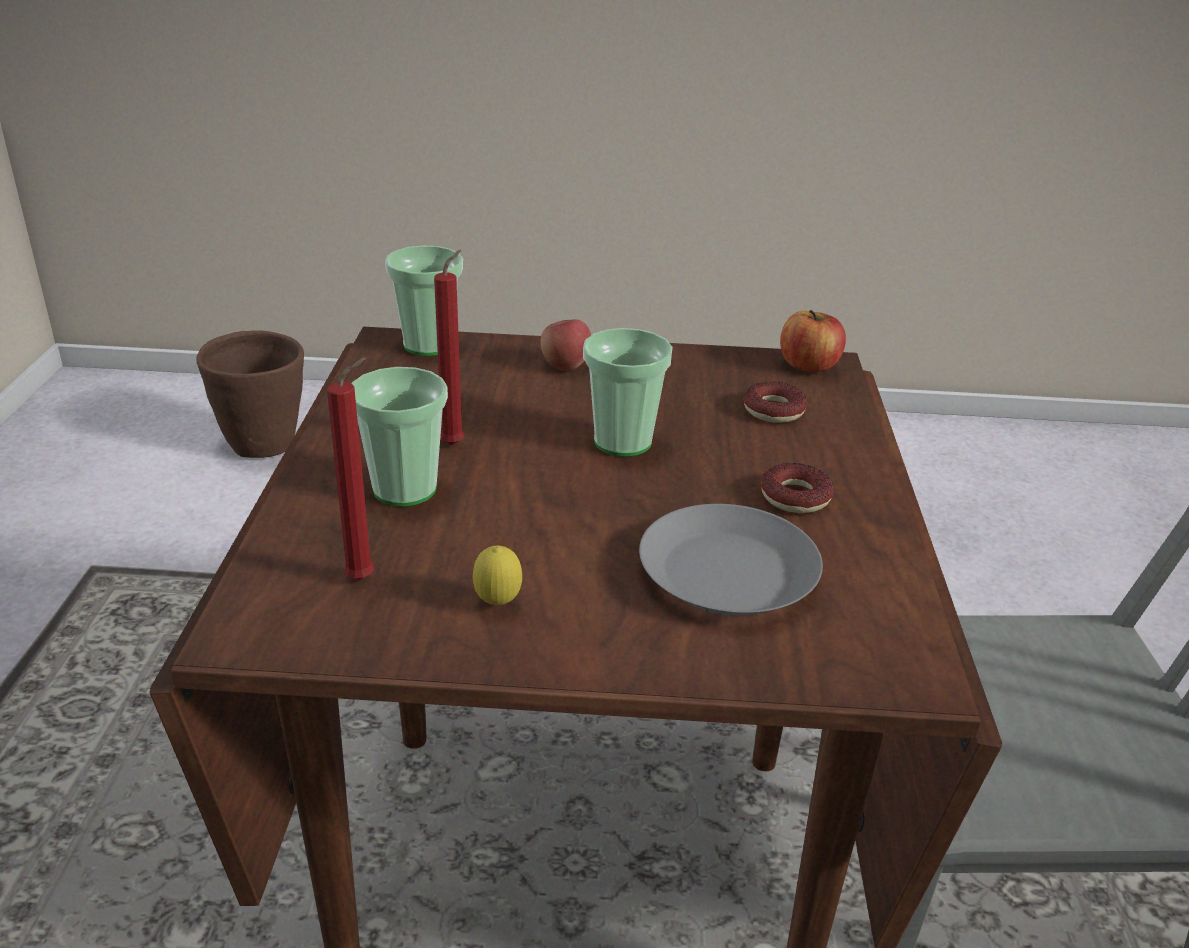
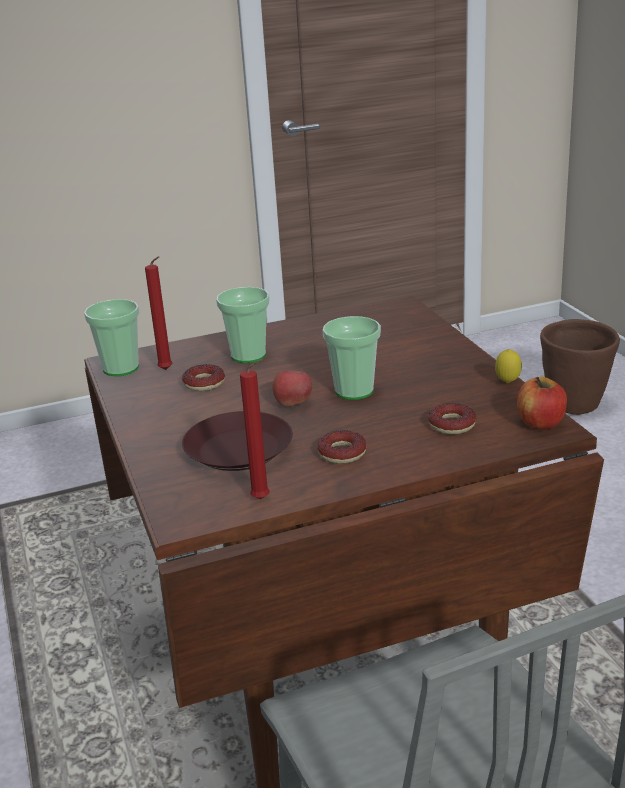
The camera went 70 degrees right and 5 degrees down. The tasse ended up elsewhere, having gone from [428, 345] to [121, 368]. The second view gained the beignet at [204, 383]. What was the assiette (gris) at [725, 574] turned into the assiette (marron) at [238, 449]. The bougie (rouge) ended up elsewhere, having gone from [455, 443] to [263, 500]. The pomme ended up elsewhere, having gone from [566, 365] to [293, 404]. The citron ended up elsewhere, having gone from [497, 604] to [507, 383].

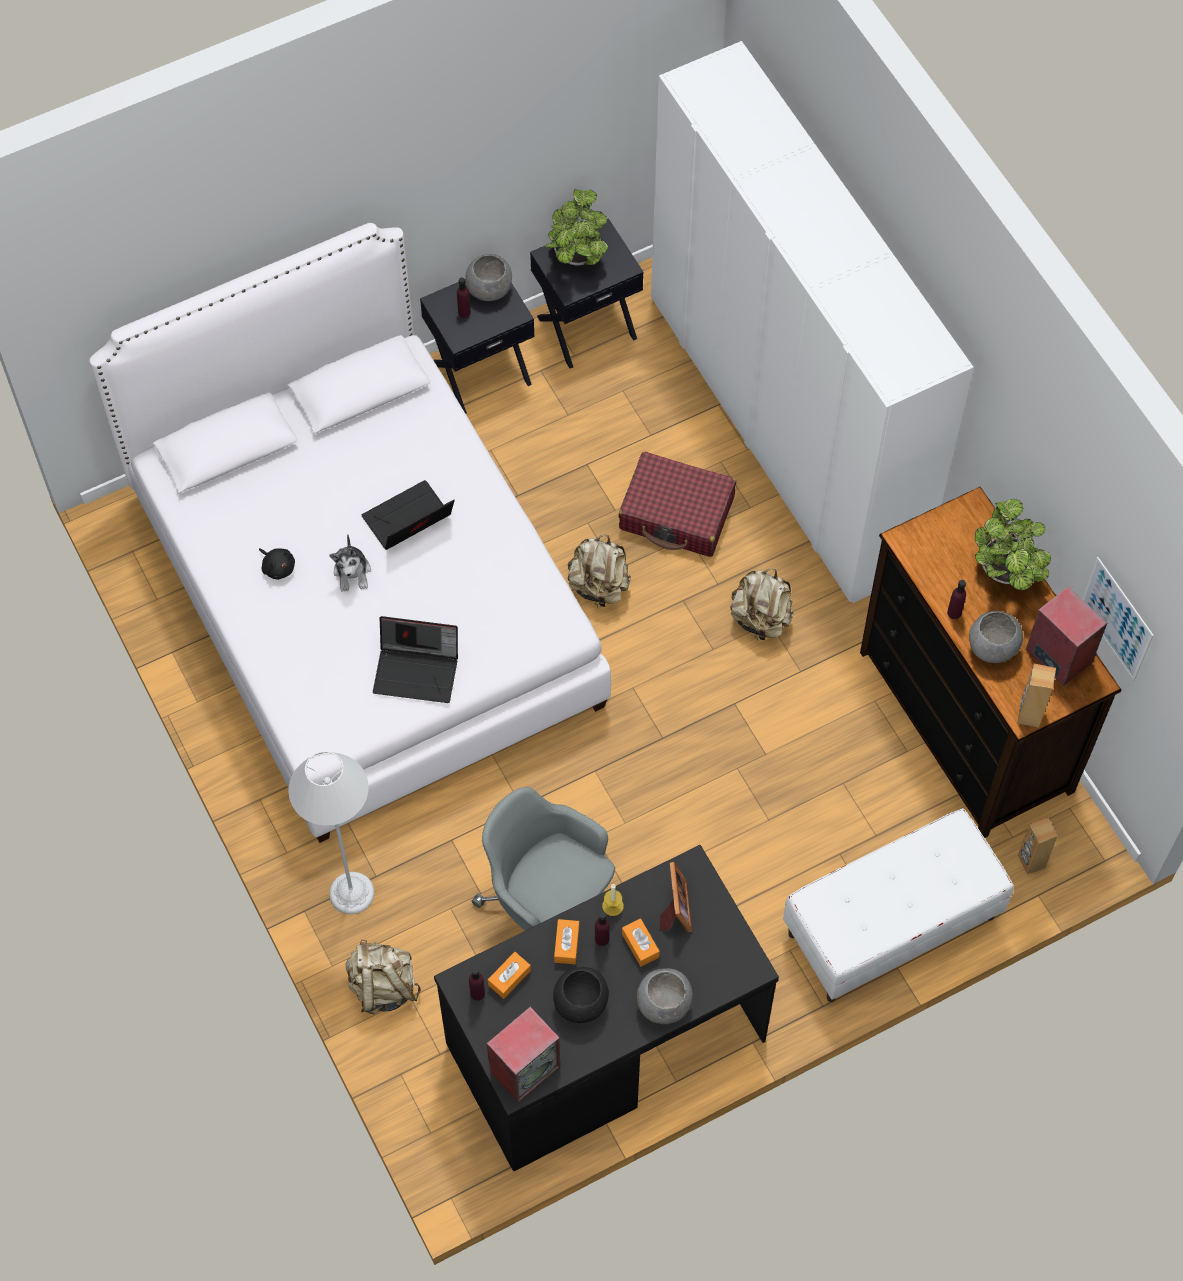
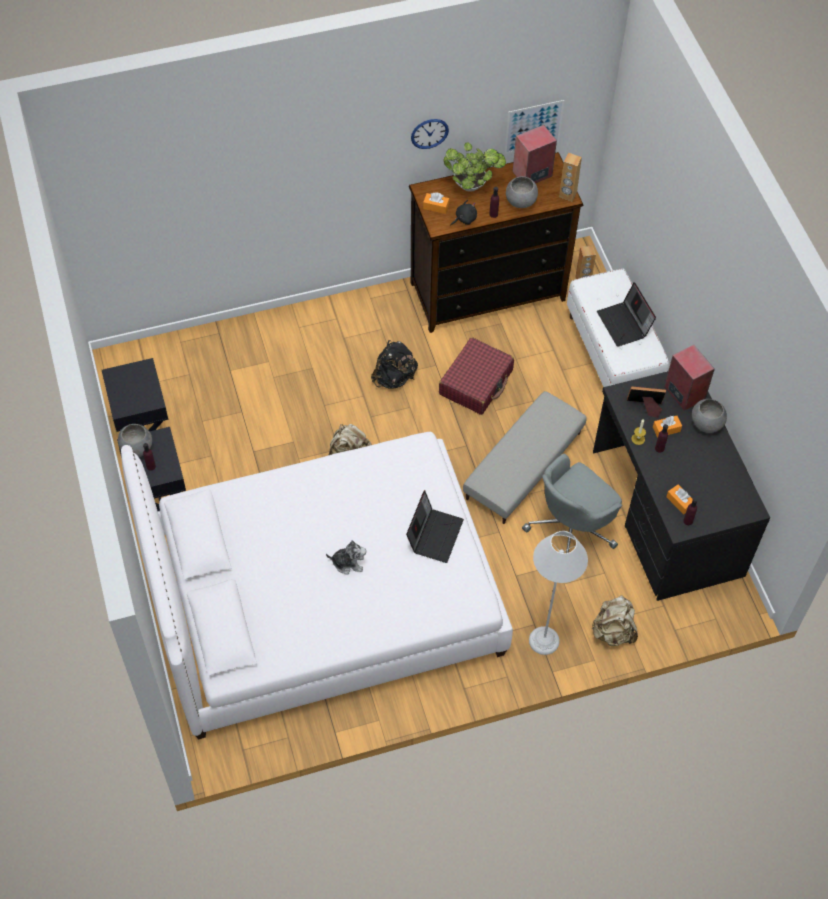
The camera went 80 degrees left and 5 degrees down. What was the sac à dos (beige) at [761, 618] turned into the sac à dos (noir) at [394, 378]. The second view gained the horloge murale at [429, 133]. The boîte à mouchoirs (orange) ended up elsewhere, having gone from [566, 944] to [436, 207]. The valise (rouge) ended up elsewhere, having gone from [677, 513] to [476, 382]. The peluche (noir) ended up elsewhere, having gone from [278, 567] to [464, 219]. The second view gained the pouf (gris) at [524, 466]. The ordinateur portable ended up elsewhere, having gone from [408, 522] to [624, 324]. The enceinte ended up elsewhere, having gone from [525, 1068] to [683, 393]. The second view lost the plante en pot at [577, 258]. The second view lost the bol (noir) at [581, 1003]. The second view lost the armoire (blanc) at [786, 431].

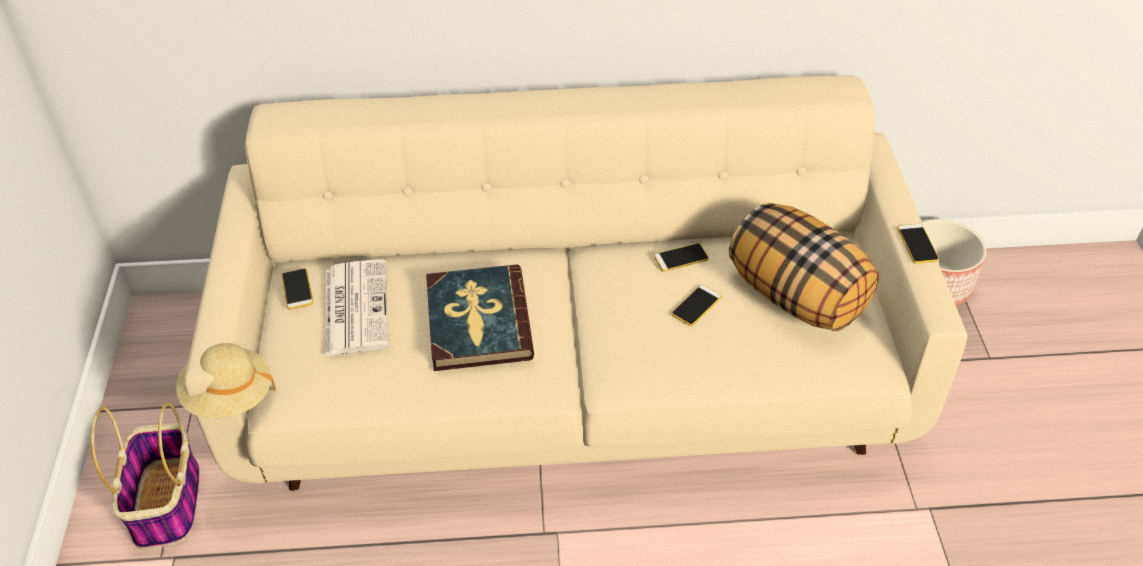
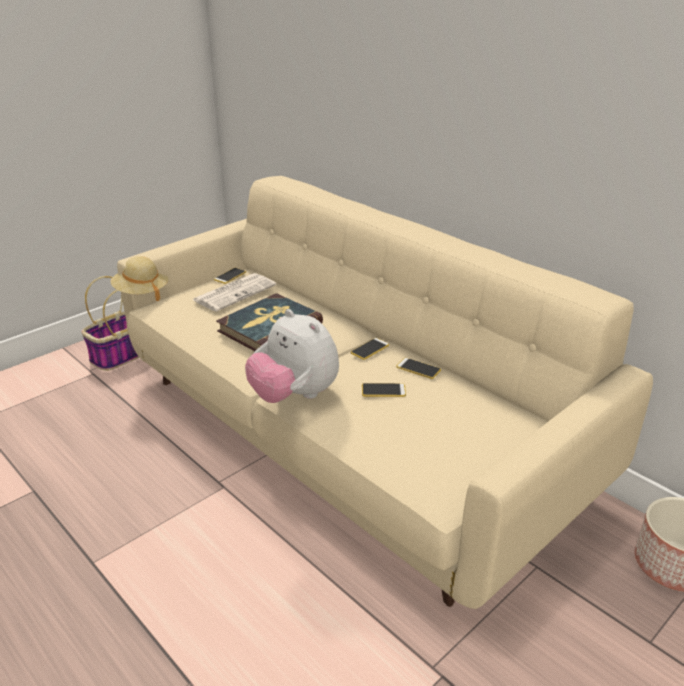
The camera went 50 degrees right and 15 degrees down. The second view gained the peluche at [294, 396]. The téléphone ended up elsewhere, having gone from [917, 244] to [370, 349]. The second view lost the coussin at [797, 296].

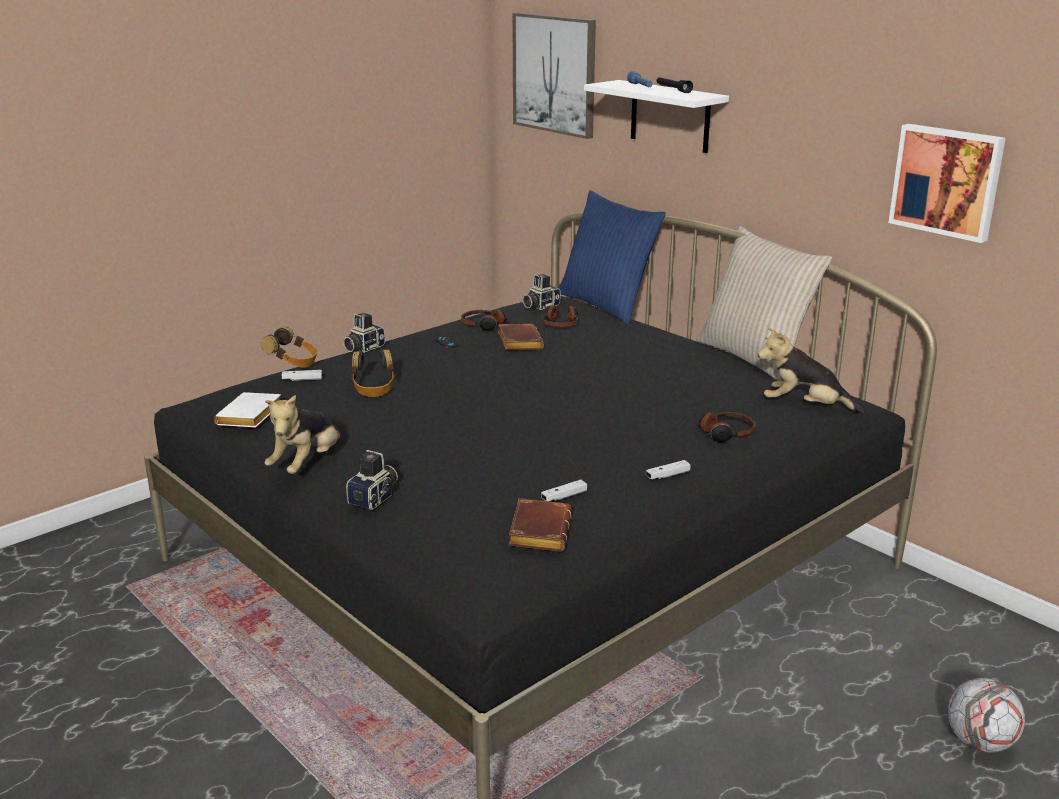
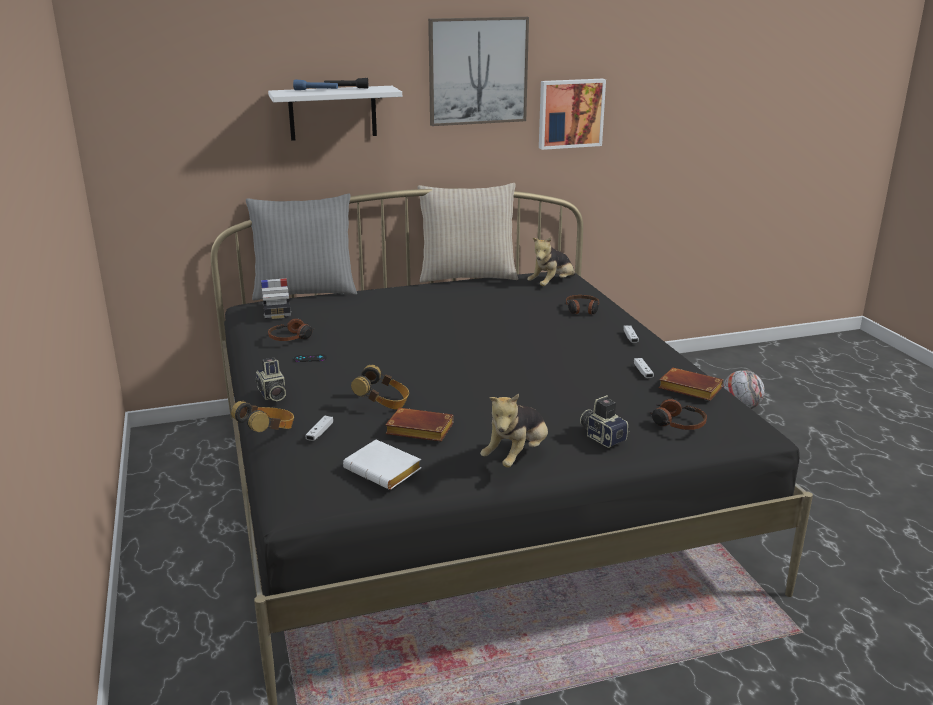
The camera went 65 degrees left and 0 degrees up. What was the coussin (bleu) at [606, 305] turned into the coussin (gris) at [305, 292]. Where the appareil photo stood at [540, 306], the petite voiture came to stand at [276, 310]. The livre (marron) ended up elsewhere, having gone from [518, 342] to [417, 431]. The tableau ended up elsewhere, having gone from [555, 74] to [477, 71]. The peluche at [307, 464] ended up facing another way, 75 degrees clockwise from before. The casque audio ended up elsewhere, having gone from [560, 324] to [677, 423].

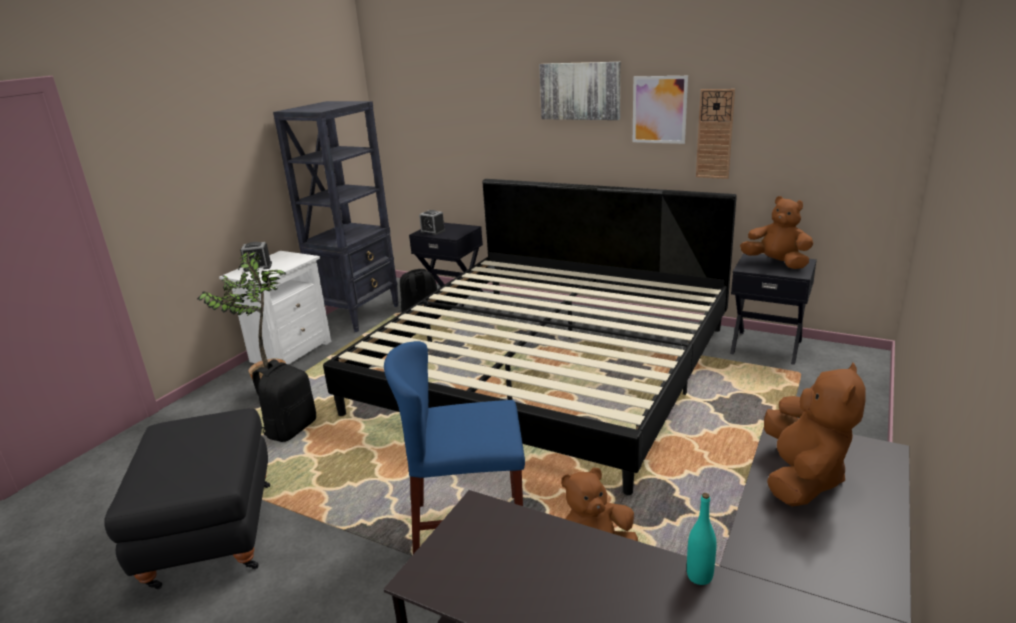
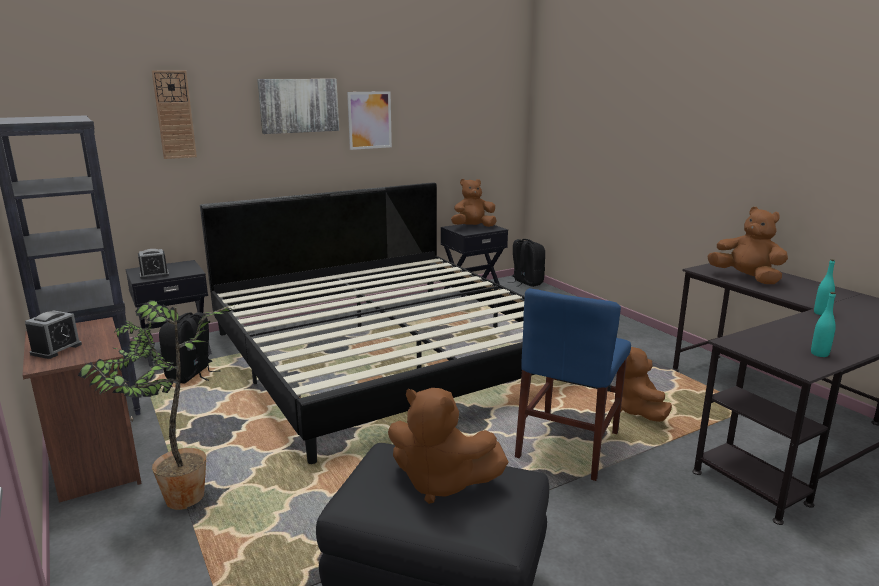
The camera went 60 degrees left and 5 degrees down. What was the table de chevet (blanc) at [289, 352] turned into the table de chevet (marron) at [96, 467]. The horloge murale ended up elsewhere, having gone from [715, 134] to [174, 115]. The second view gained the peluche (marron) at [441, 483]. The sac à dos (noir) ended up elsewhere, having gone from [290, 429] to [526, 283]. The second view gained the bouteille (turquoise) at [819, 354].

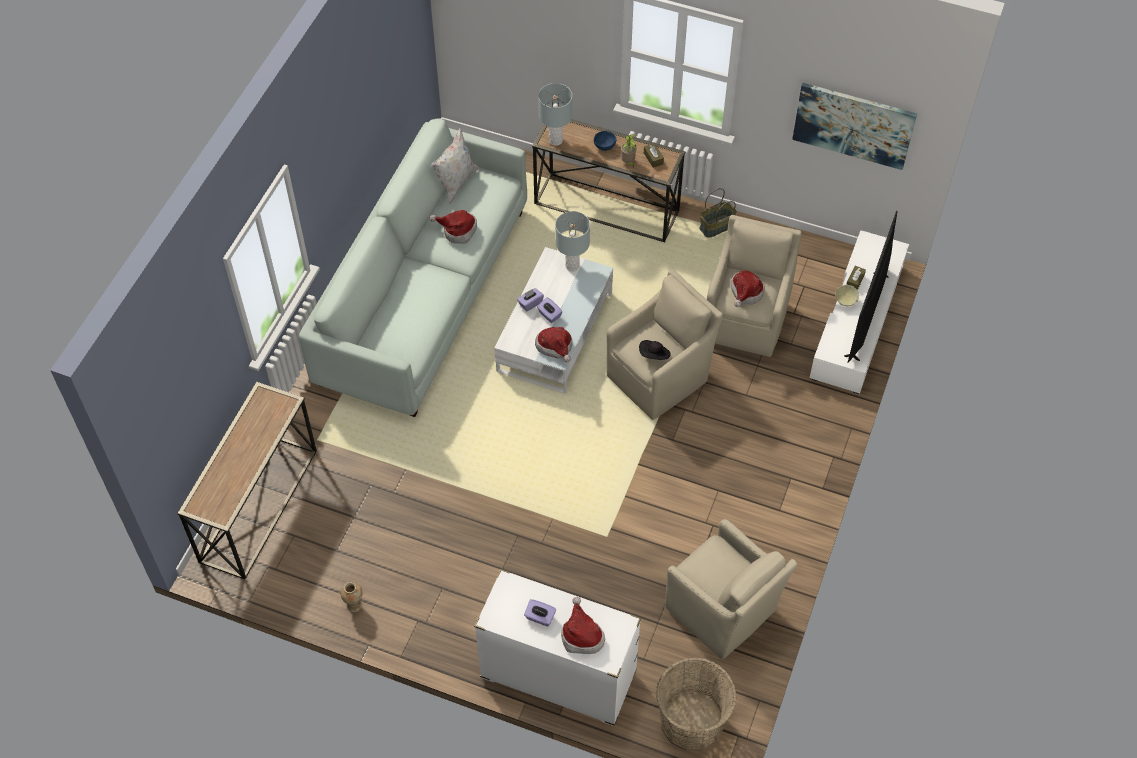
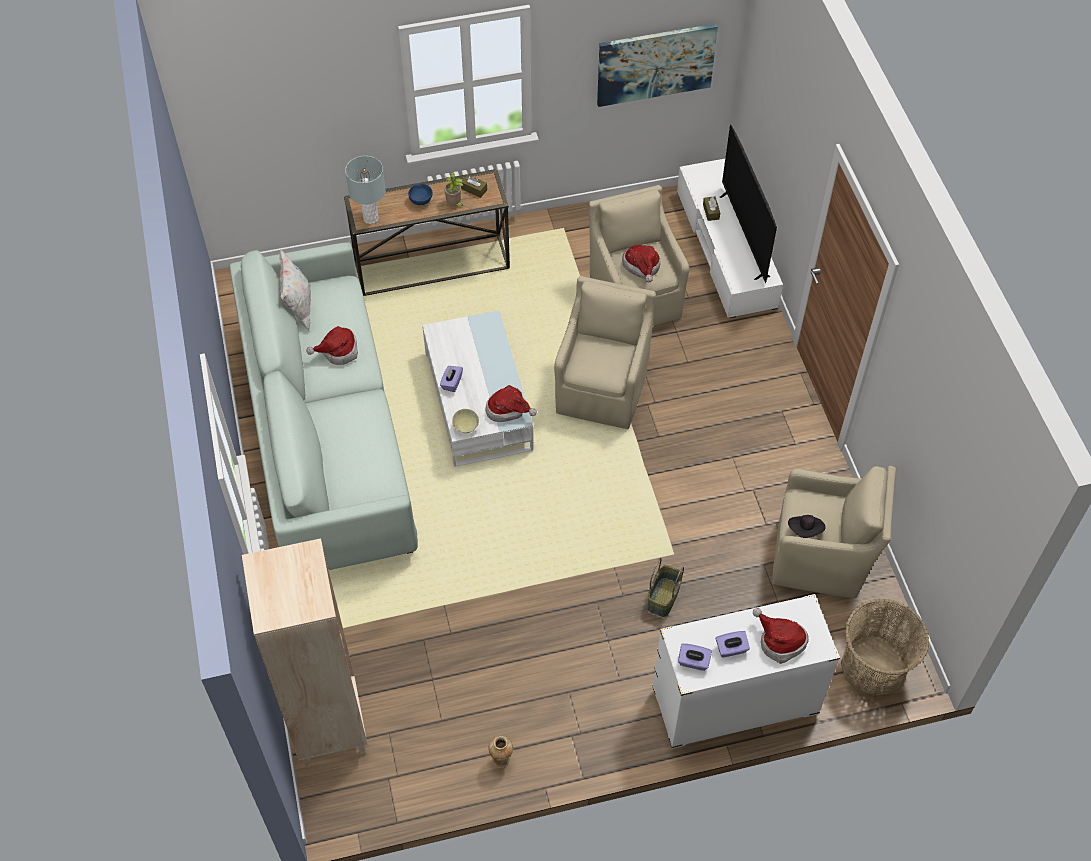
The camera went 35 degrees left and 0 degrees up. Where the table console stood at [258, 504], the bibliothèque (beige) came to stand at [328, 726]. The bol (beige) ended up elsewhere, having gone from [845, 301] to [465, 427]. The panier ended up elsewhere, having gone from [716, 227] to [664, 598]. The boîte à mouchoirs (violet) ended up elsewhere, having gone from [549, 315] to [693, 662]. The chapeau (noir) ended up elsewhere, having gone from [654, 355] to [805, 530]. The second view lost the lampe de table (gris) at [572, 266].

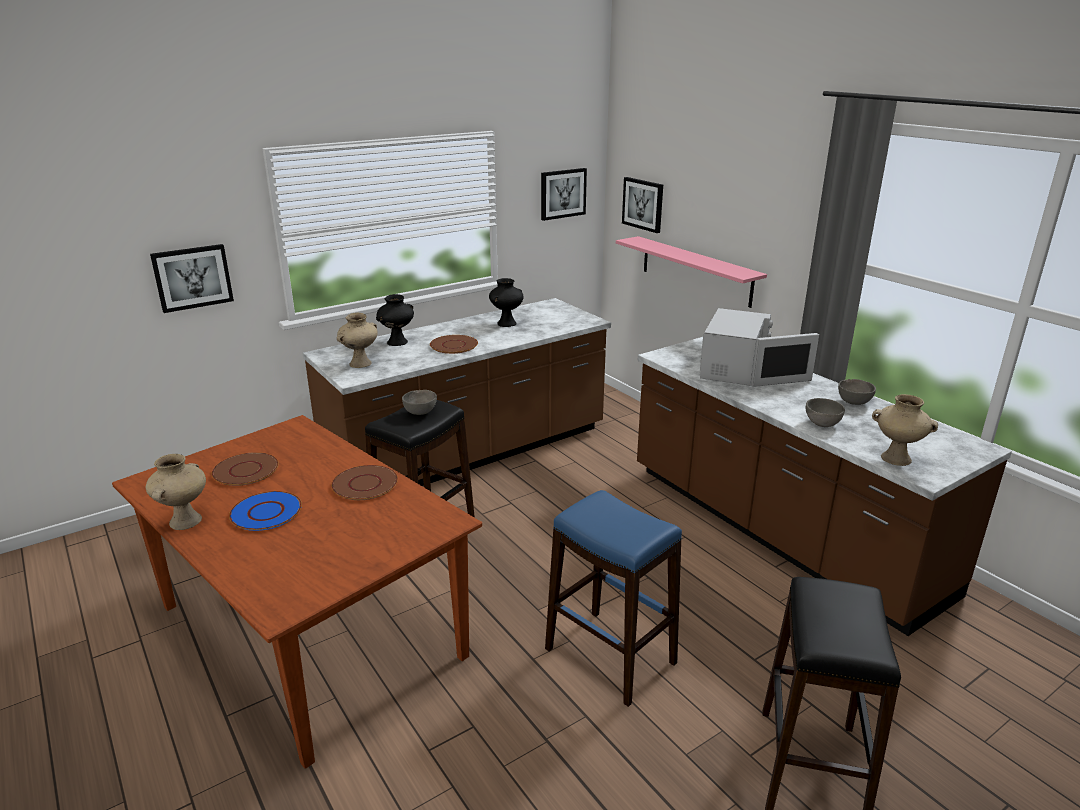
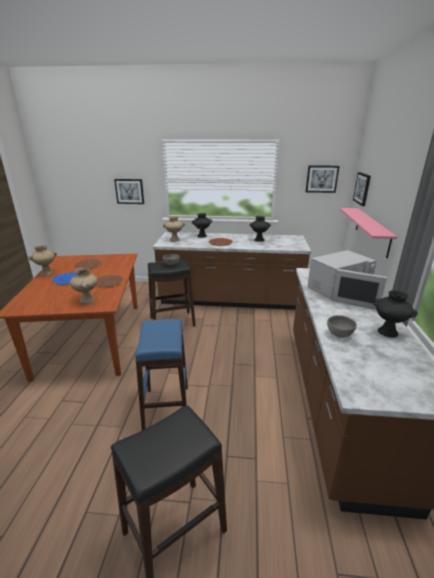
The camera went 40 degrees right and 0 degrees up. The vase (beige) ended up elsewhere, having gone from [896, 458] to [87, 300]. Where the bol (gris) stood at [854, 402], the vase (noir) came to stand at [388, 332].

